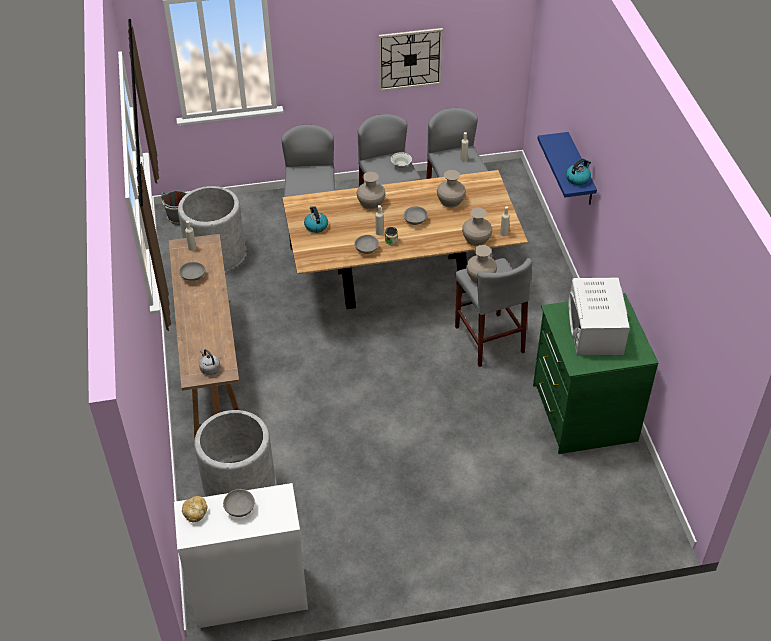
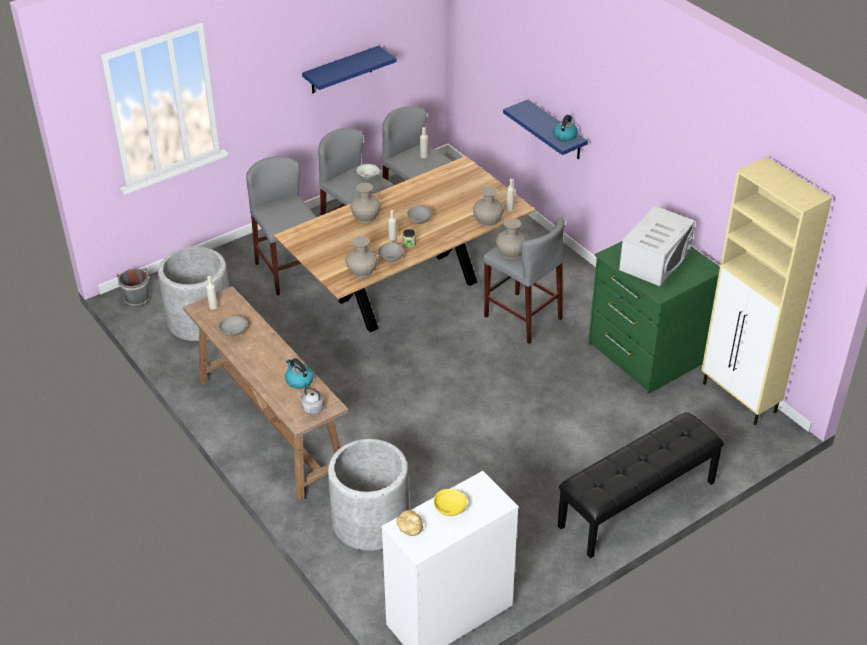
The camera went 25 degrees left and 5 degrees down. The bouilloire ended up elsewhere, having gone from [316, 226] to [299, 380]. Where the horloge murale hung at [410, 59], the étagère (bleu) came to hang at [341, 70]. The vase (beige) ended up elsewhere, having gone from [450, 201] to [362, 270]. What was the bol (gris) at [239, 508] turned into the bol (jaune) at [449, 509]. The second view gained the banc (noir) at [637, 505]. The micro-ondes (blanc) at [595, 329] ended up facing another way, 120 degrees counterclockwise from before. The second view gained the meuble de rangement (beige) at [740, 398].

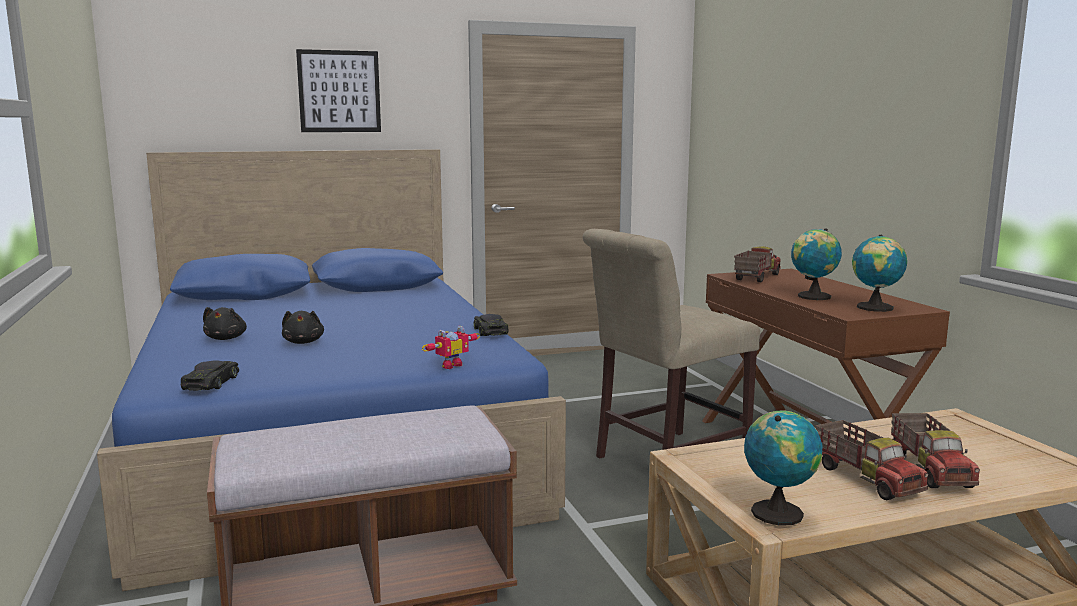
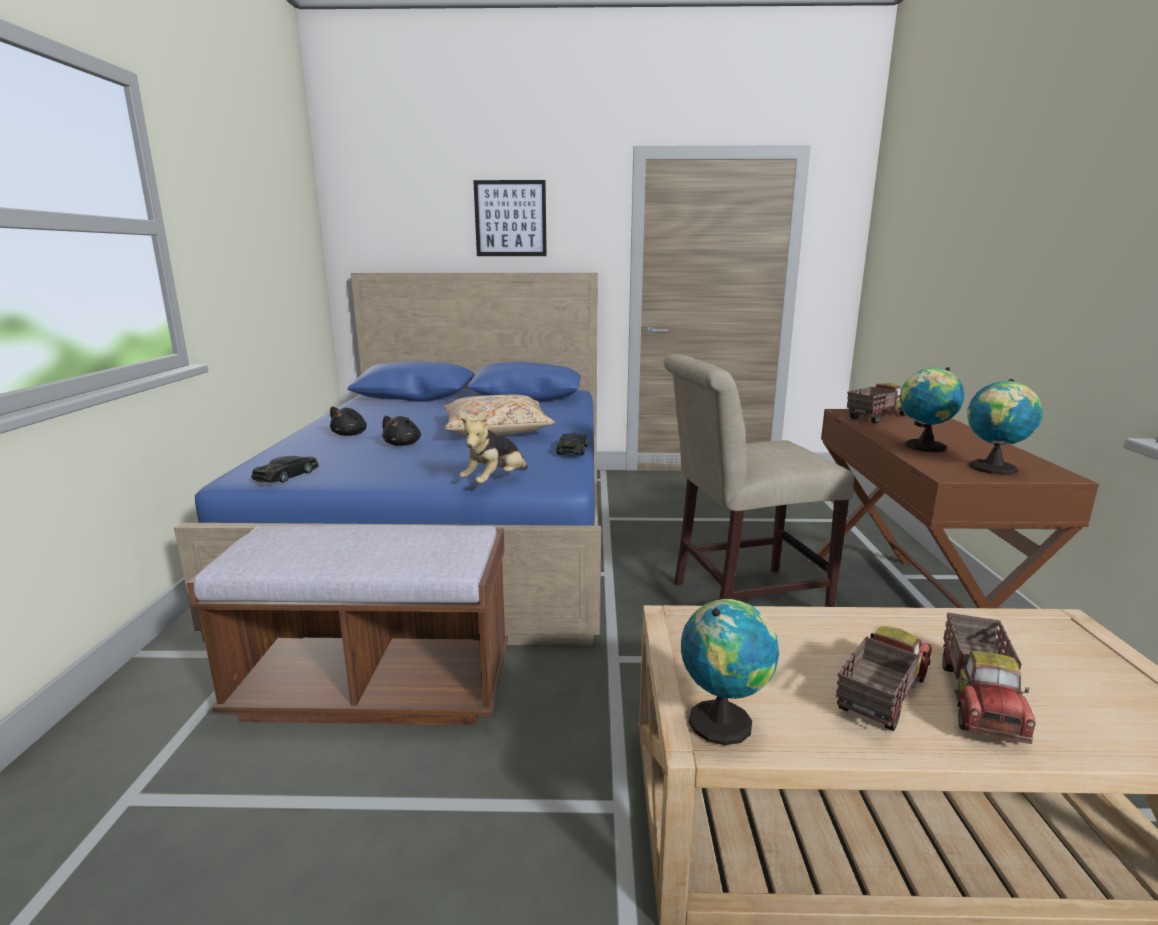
The camera went 20 degrees right and 5 degrees up. The second view gained the coussin (beige) at [496, 429]. Where the robot jouet stood at [449, 365], the peluche came to stand at [495, 482]. The camion jouet at [867, 479] ended up facing another way, 135 degrees counterclockwise from before.

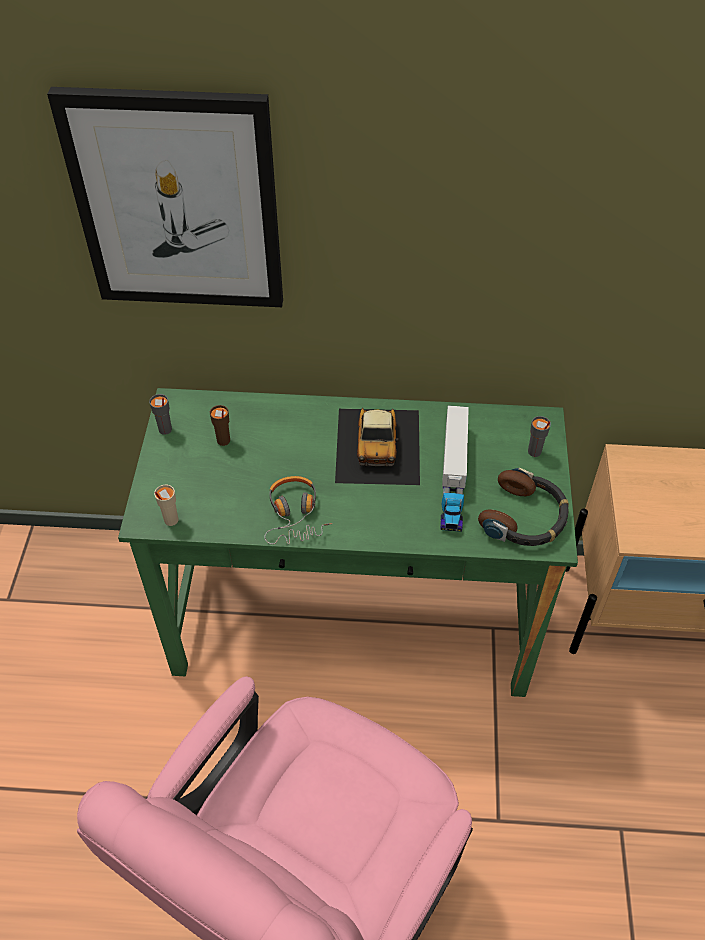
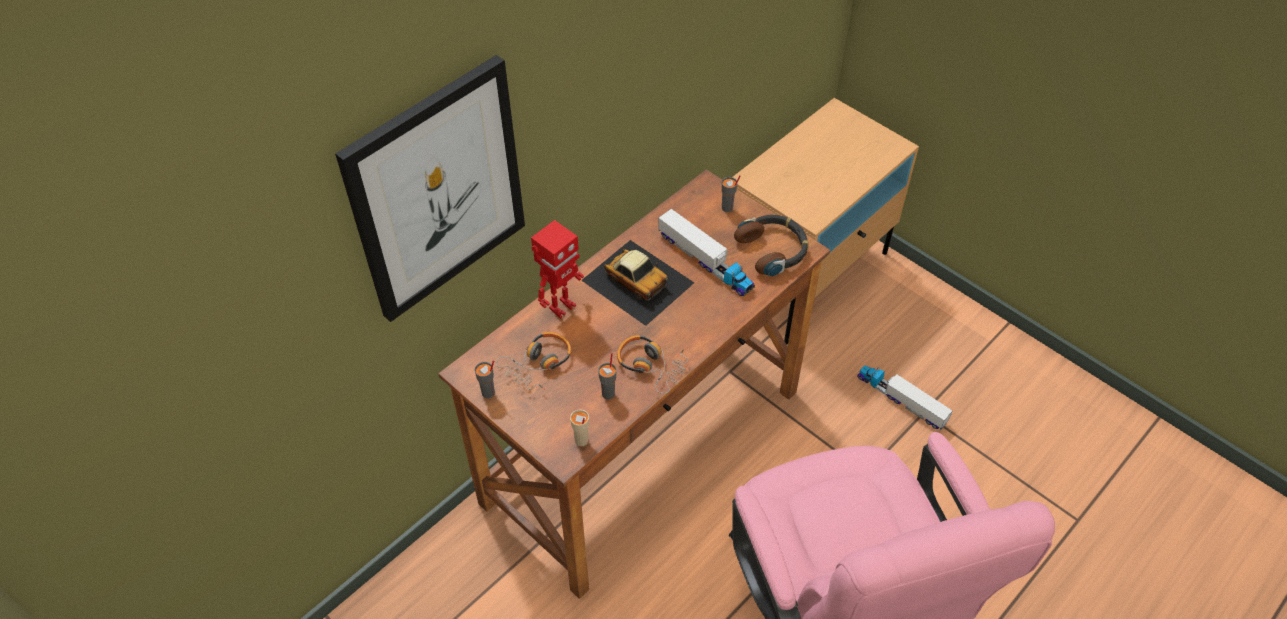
The camera went 50 degrees left and 0 degrees up. What was the bureau (vert) at [353, 616] turned into the bureau (marron) at [642, 445]. Where the tasse (marron) stood at [223, 441], the casque audio came to stand at [539, 364]. The second view gained the robot jouet at [561, 306]. The second view gained the tasse (gris) at [608, 393]. The second view gained the camion jouet at [901, 400].

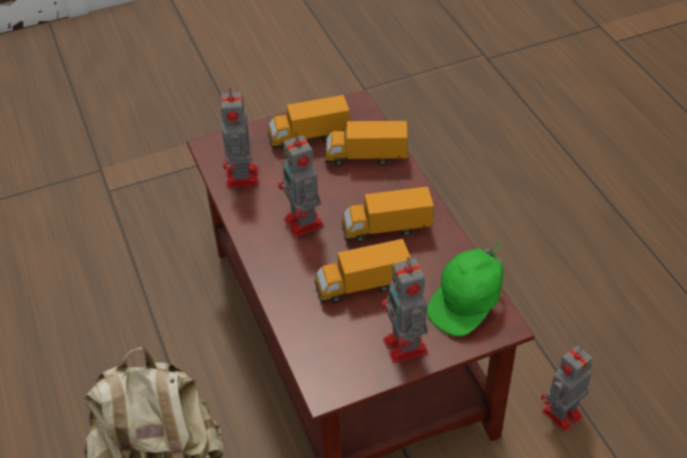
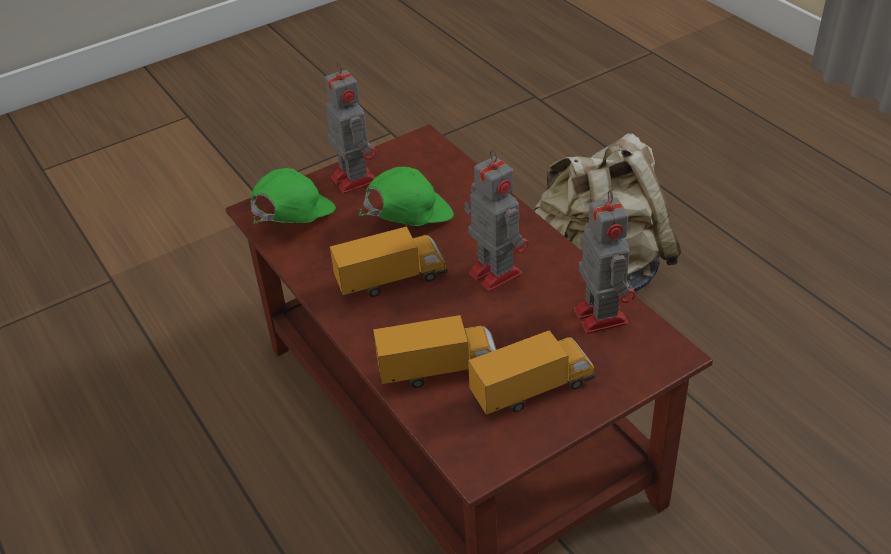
The camera went 170 degrees right and 5 degrees down. Where the camion jouet stood at [362, 286], the casquette (vert) came to stand at [408, 220]. The second view lost the robot jouet at [560, 415].

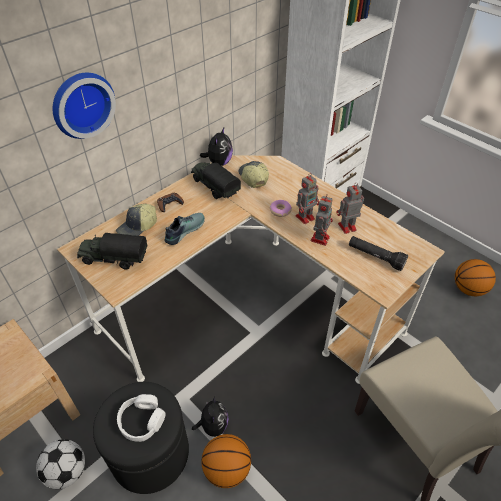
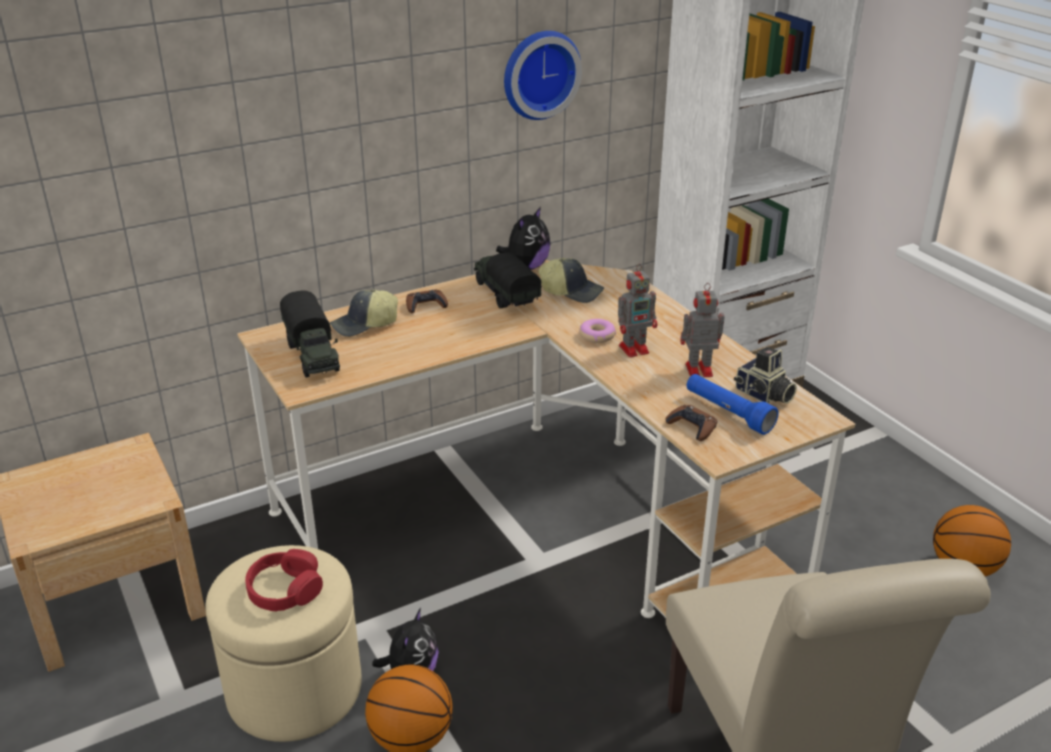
The camera went 15 degrees right and 15 degrees down. What was the pouf (noir) at [150, 453] turned into the pouf (beige) at [294, 689]. What was the casque audio (blanc) at [142, 421] turned into the casque audio (rouge) at [285, 590]. The camion jouet at [113, 259] ended up facing another way, 135 degrees counterclockwise from before. The horloge murale ended up elsewhere, having gone from [81, 104] to [539, 73]. The casquette at [252, 178] ended up facing another way, 120 degrees clockwise from before. The second view gained the manette (marron) at [692, 427]. What was the lampe de poche (noir) at [375, 257] turned into the lampe de poche (bleu) at [728, 413]. The second view gained the appareil photo at [763, 395]. The second view lost the ballon de foot at [67, 471]. The second view lost the chaussure at [184, 230]. The second view lost the robot jouet at [320, 238].

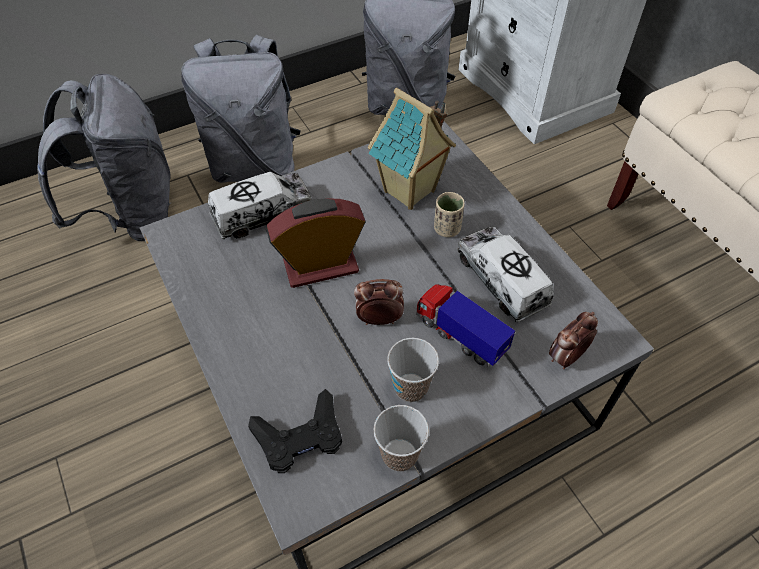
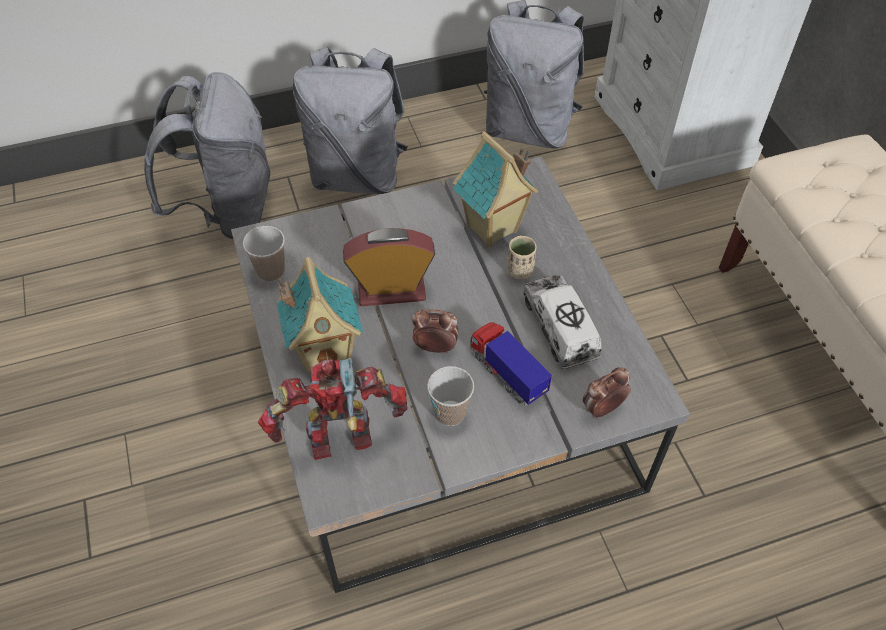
The camera went 10 degrees right and 0 degrees up. The tasse ended up elsewhere, having gone from [399, 455] to [271, 271]. Where the manette (noir) stood at [300, 437], the robot jouet came to stand at [341, 440]. The second view gained the maison miniature at [326, 353]. The second view lost the camion jouet at [262, 214].

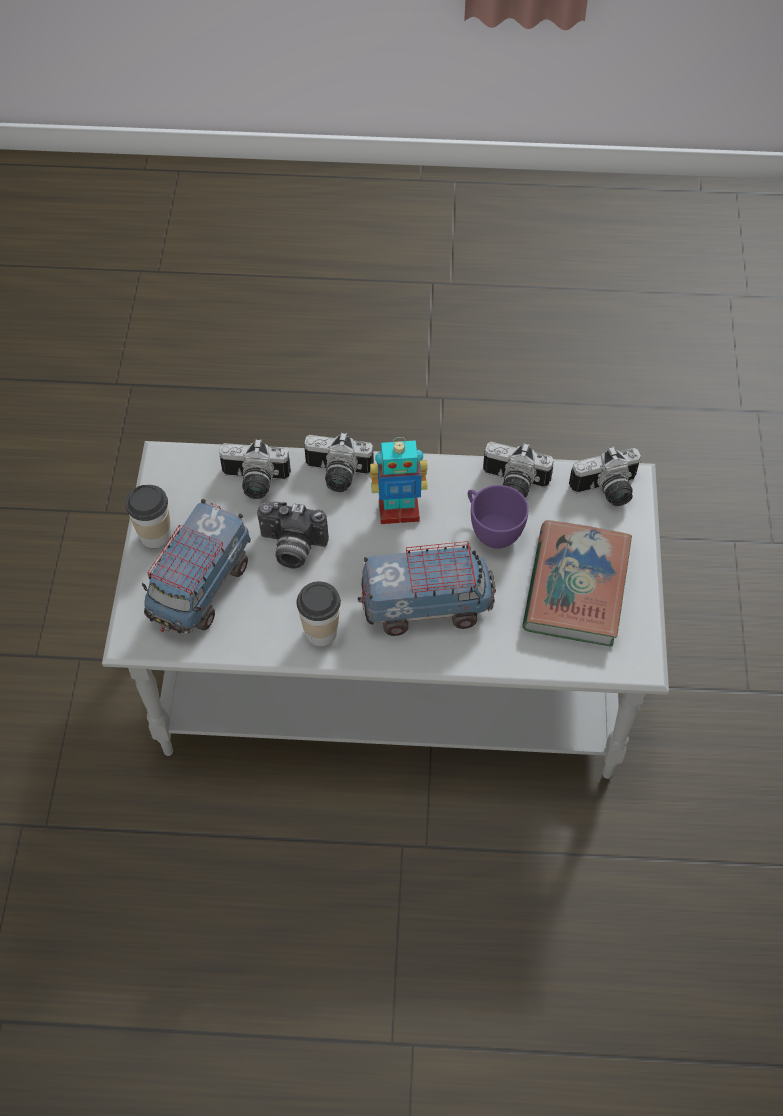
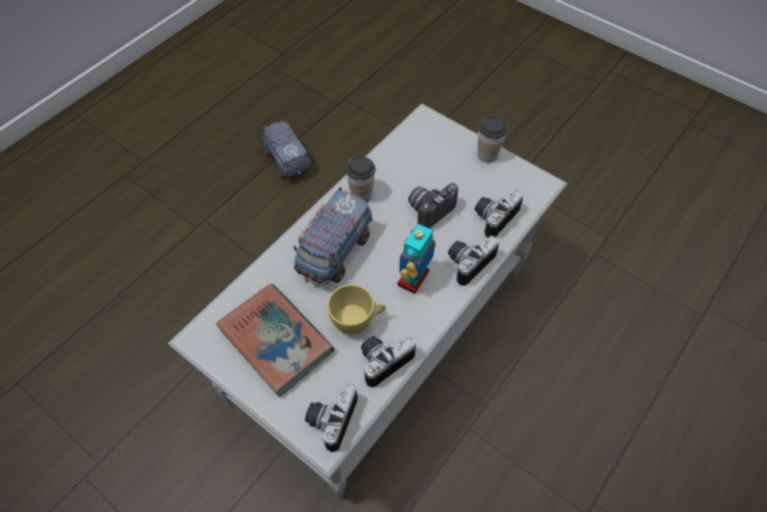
The camera went 125 degrees right and 0 degrees up. The camion jouet ended up elsewhere, having gone from [200, 588] to [287, 160]. What was the tasse (violet) at [491, 530] turned into the tasse (jaune) at [358, 321].

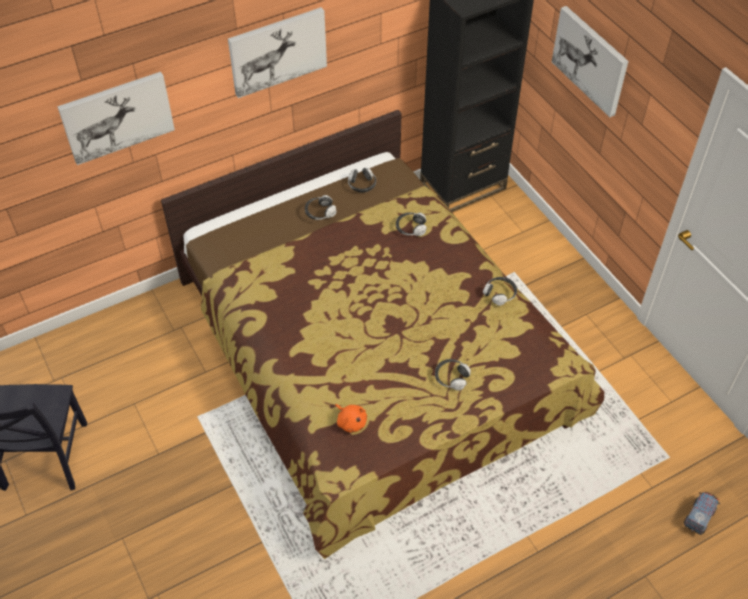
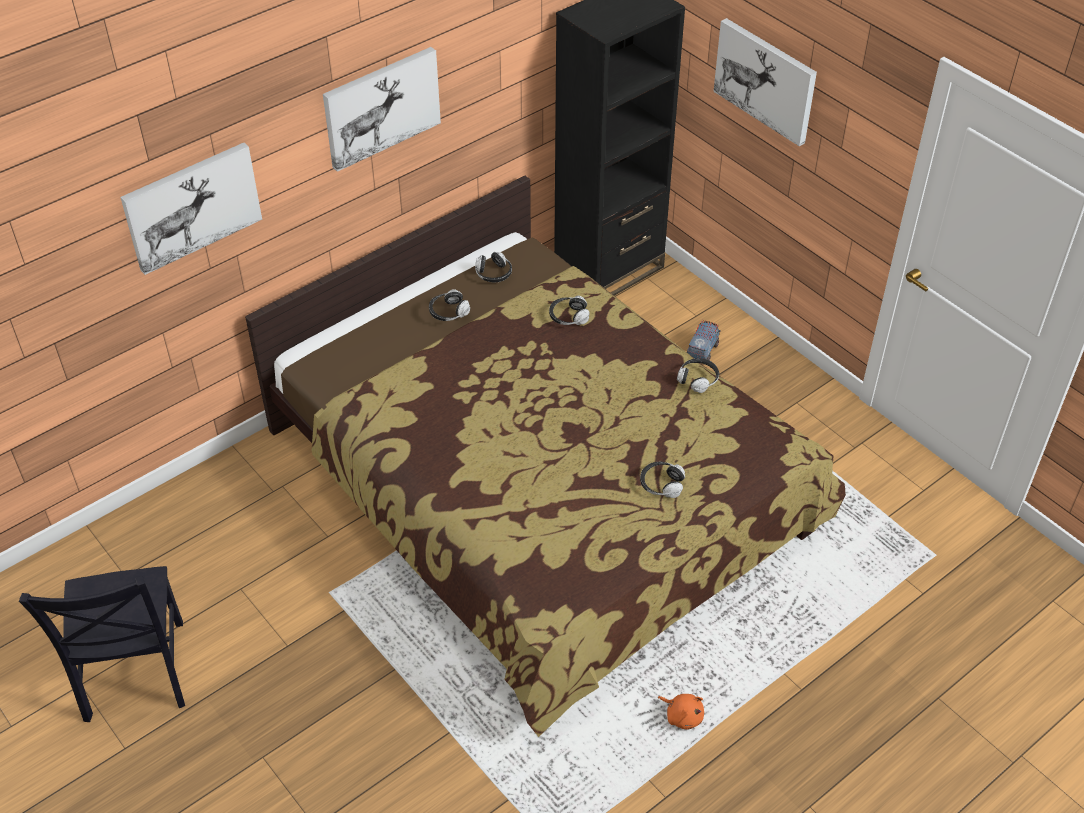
The camera went 10 degrees left and 5 degrees down. The peluche (orange) ended up elsewhere, having gone from [351, 422] to [682, 716]. The camion jouet ended up elsewhere, having gone from [698, 517] to [702, 351].

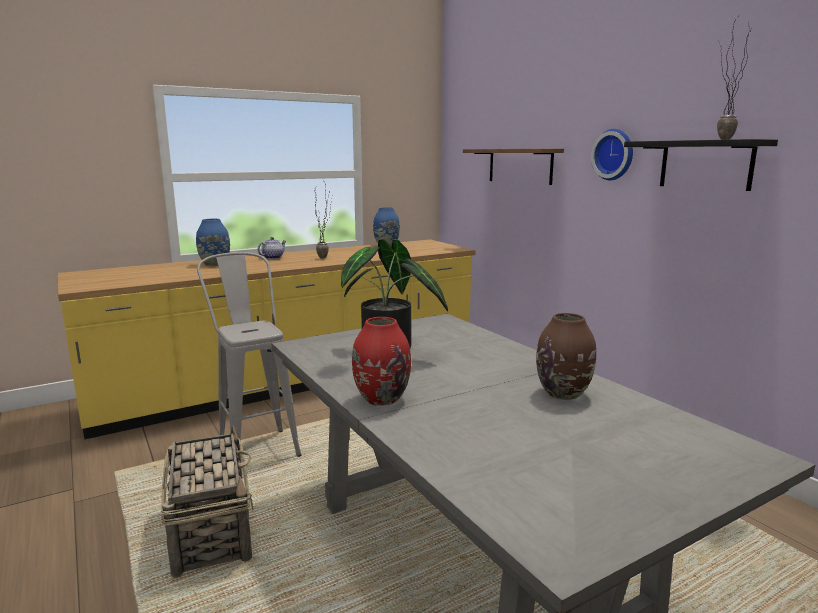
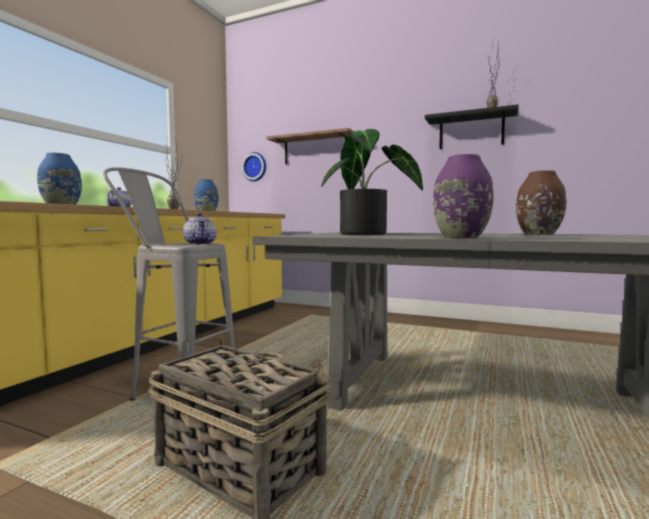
The camera went 35 degrees left and 10 degrees down. The second view gained the théière at [200, 244]. The horloge murale ended up elsewhere, having gone from [614, 154] to [255, 167]. What was the vase (rouge) at [381, 398] turned into the vase (violet) at [460, 237].

